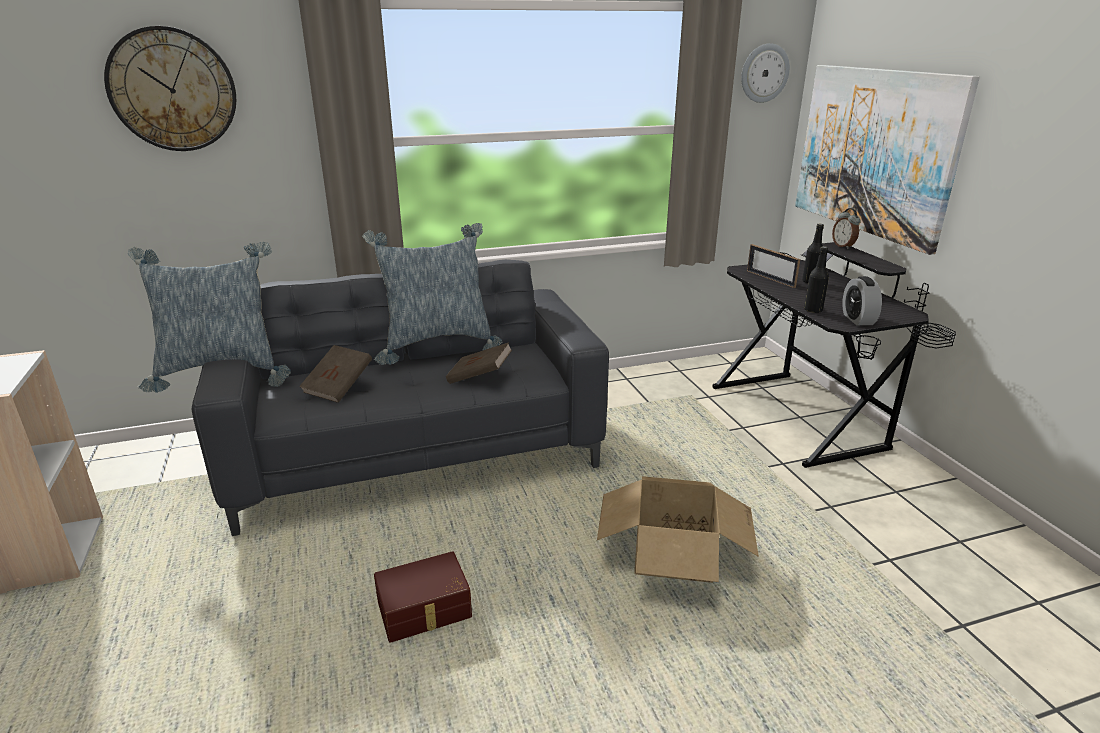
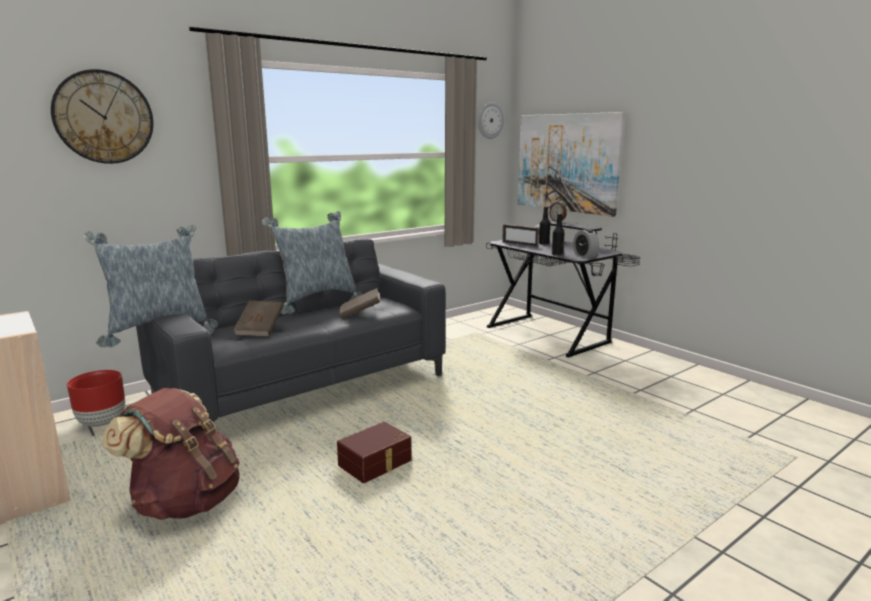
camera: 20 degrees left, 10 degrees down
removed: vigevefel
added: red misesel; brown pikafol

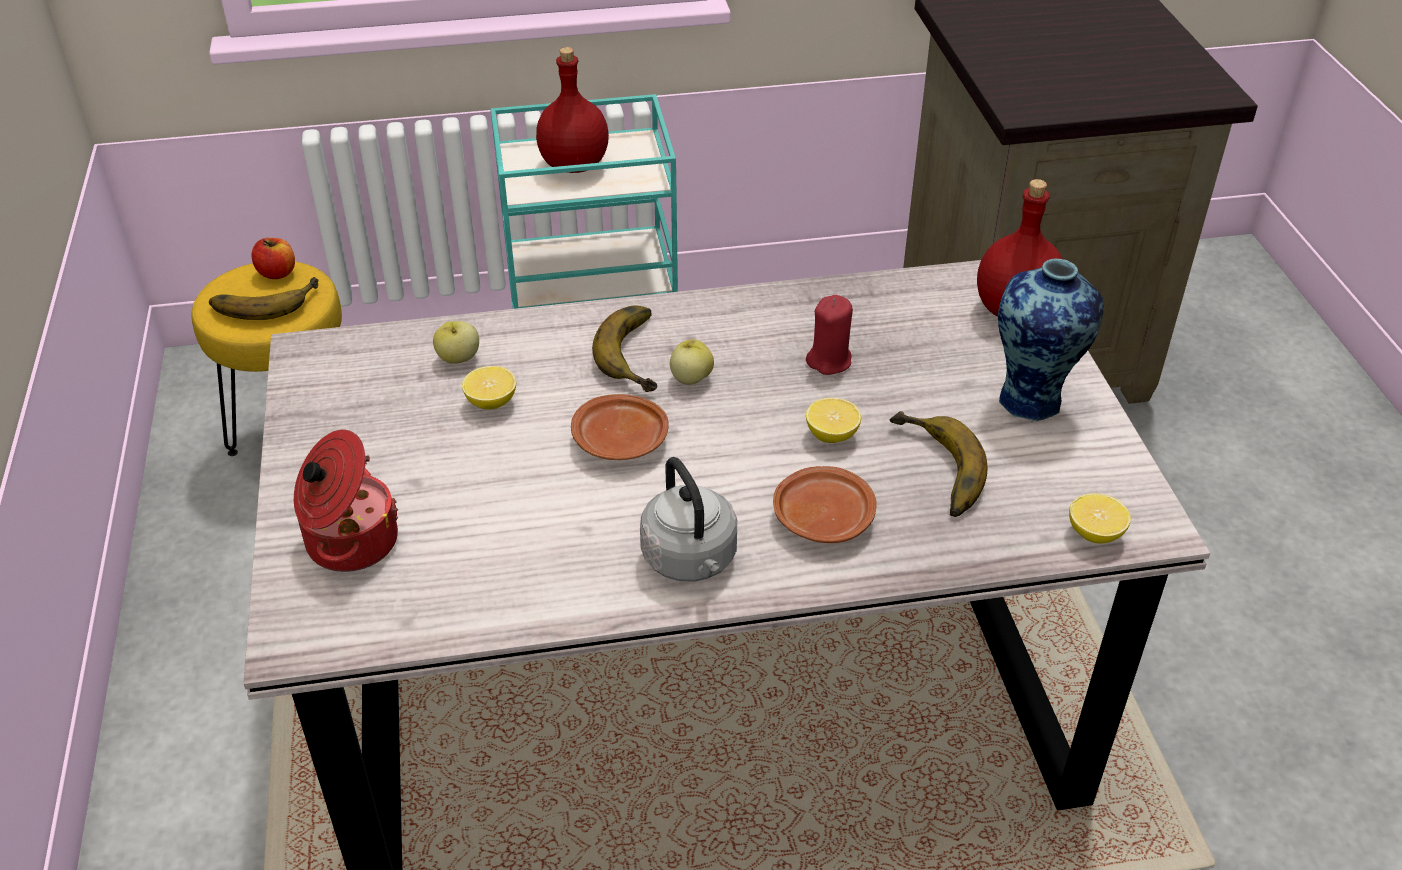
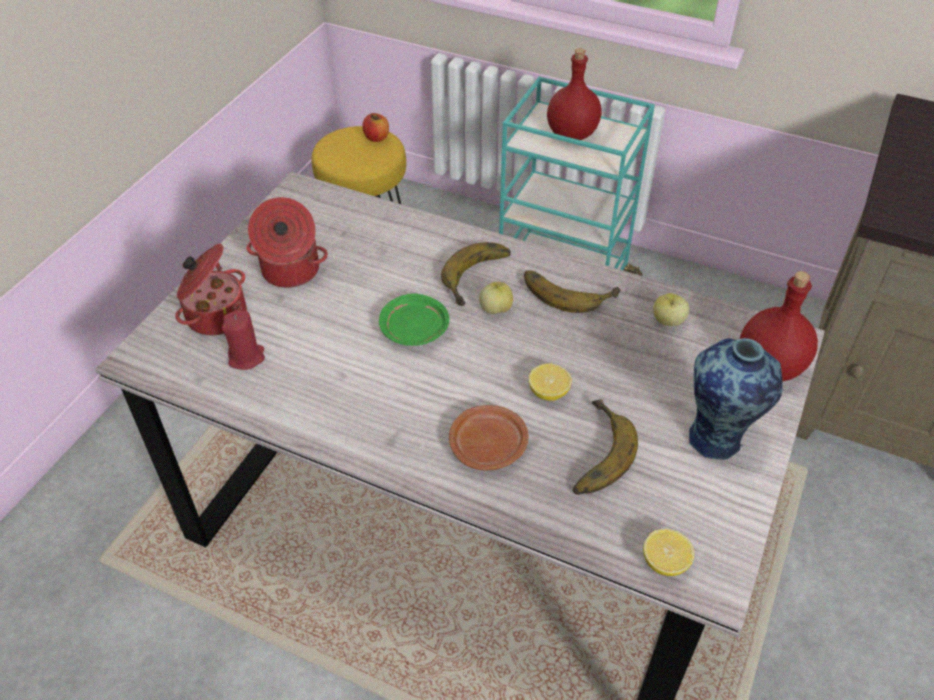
camera: 35 degrees right, 5 degrees up
removed: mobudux (1st from left); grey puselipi
added: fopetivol (2nd from left)
moved: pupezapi (1st from left in the first image) to pupezapi (2nd from left); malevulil (2nd from left in the first image) to malevulil (3rd from left); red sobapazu
recoloured: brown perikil (1st from left) to green perikil

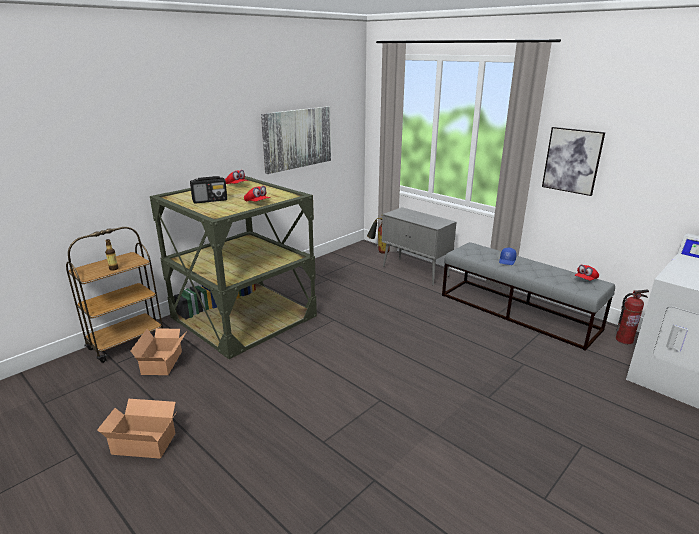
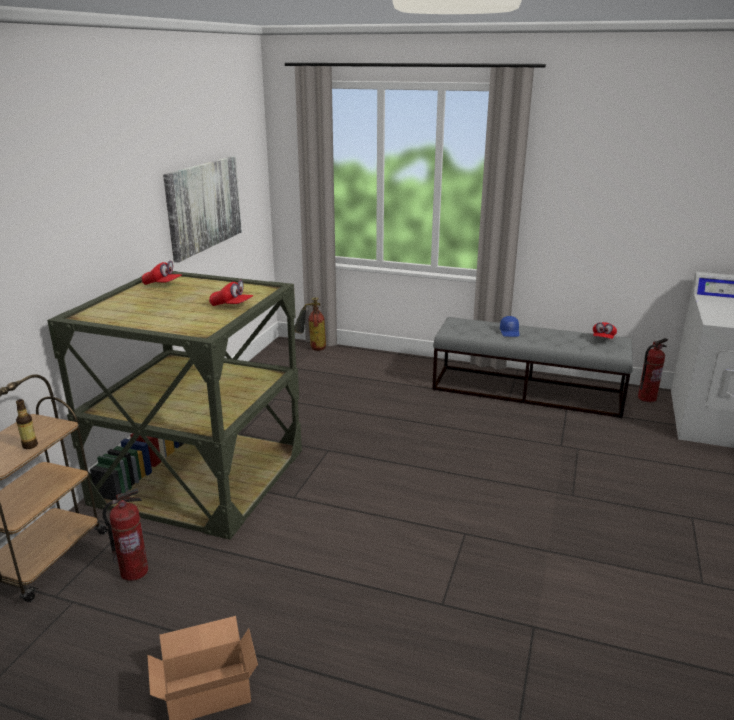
camera: 25 degrees left, 0 degrees up
removed: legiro; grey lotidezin; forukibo (2nd from left)
replaced: vigevefel (2nd from left) to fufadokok (1st from left)

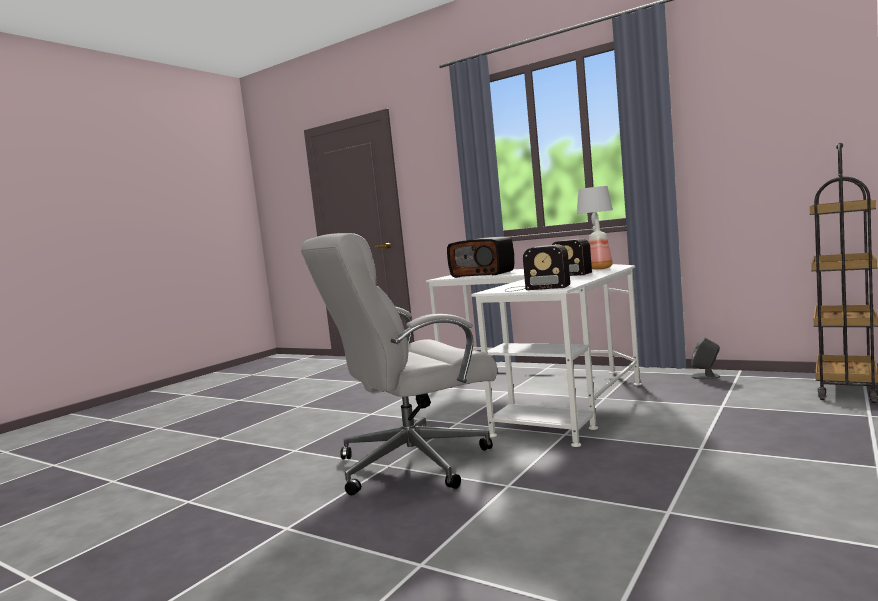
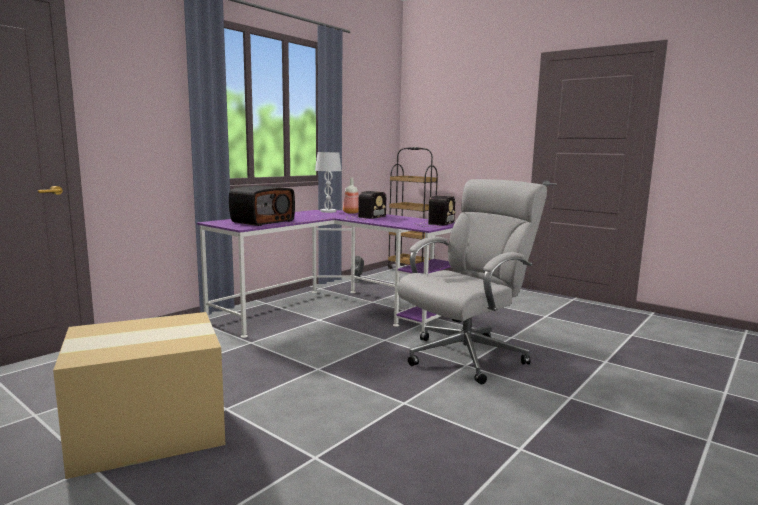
camera: 85 degrees left, 5 degrees up
added: vigevefel
recoloured: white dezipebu to purple dezipebu
turned: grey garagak 105 degrees counterclockwise

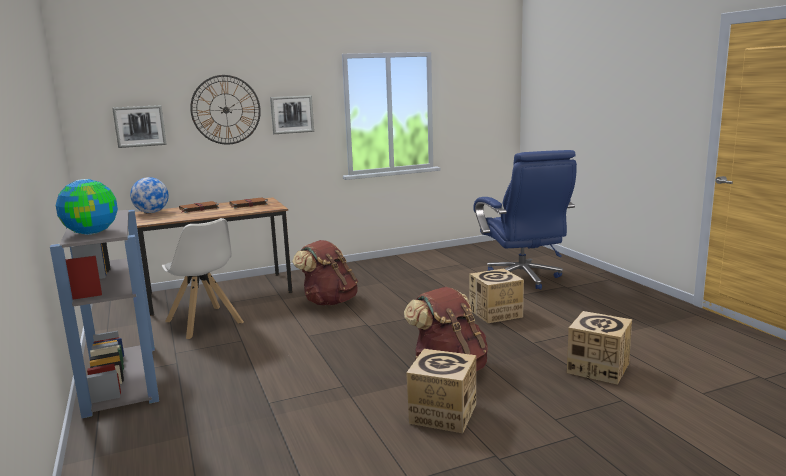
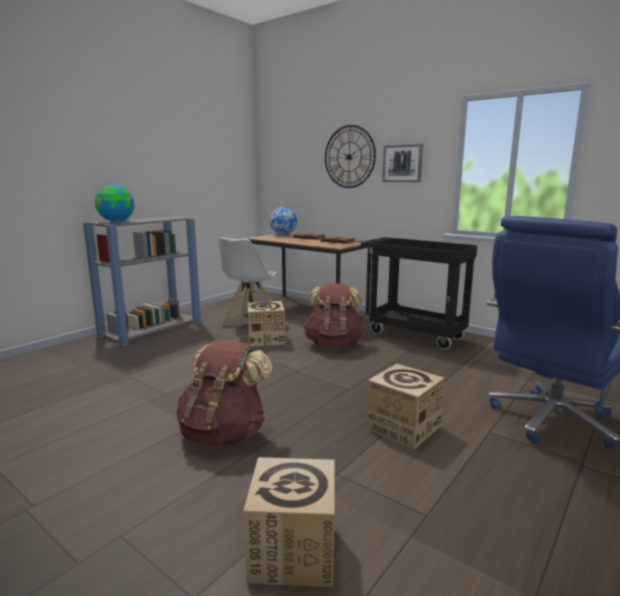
camera: 60 degrees right, 0 degrees up
removed: forukibo (1st from left)
added: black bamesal
moved: vigevefel (1st from left)

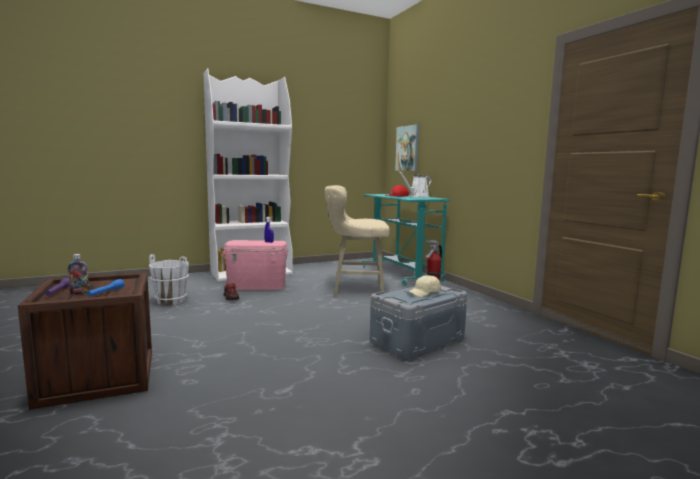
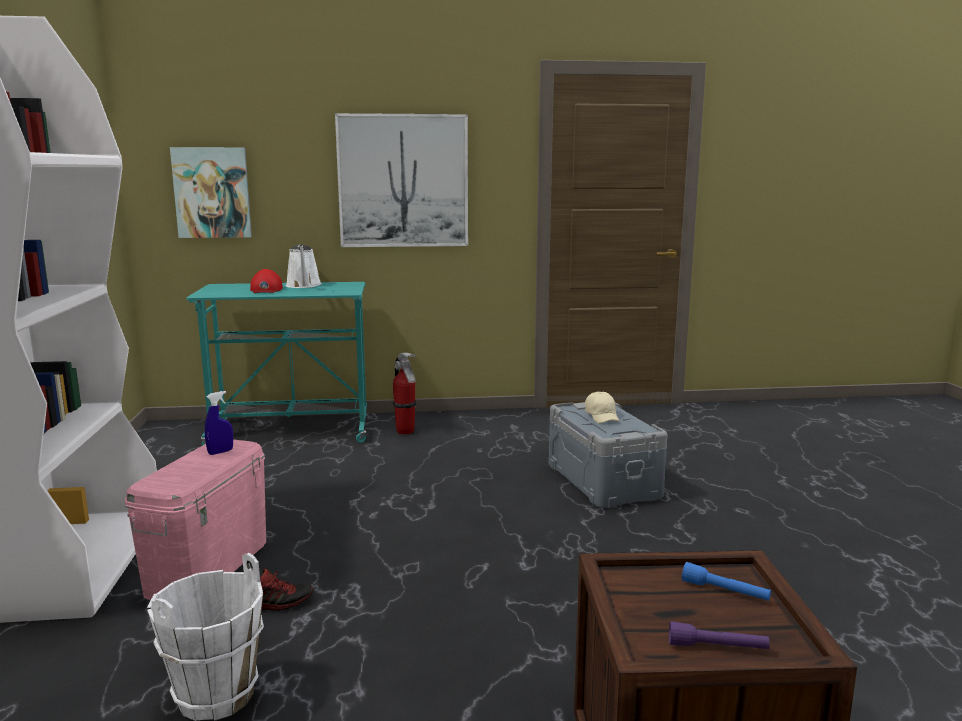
camera: 70 degrees left, 5 degrees up
removed: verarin; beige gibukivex
added: forukibo (2nd from left)

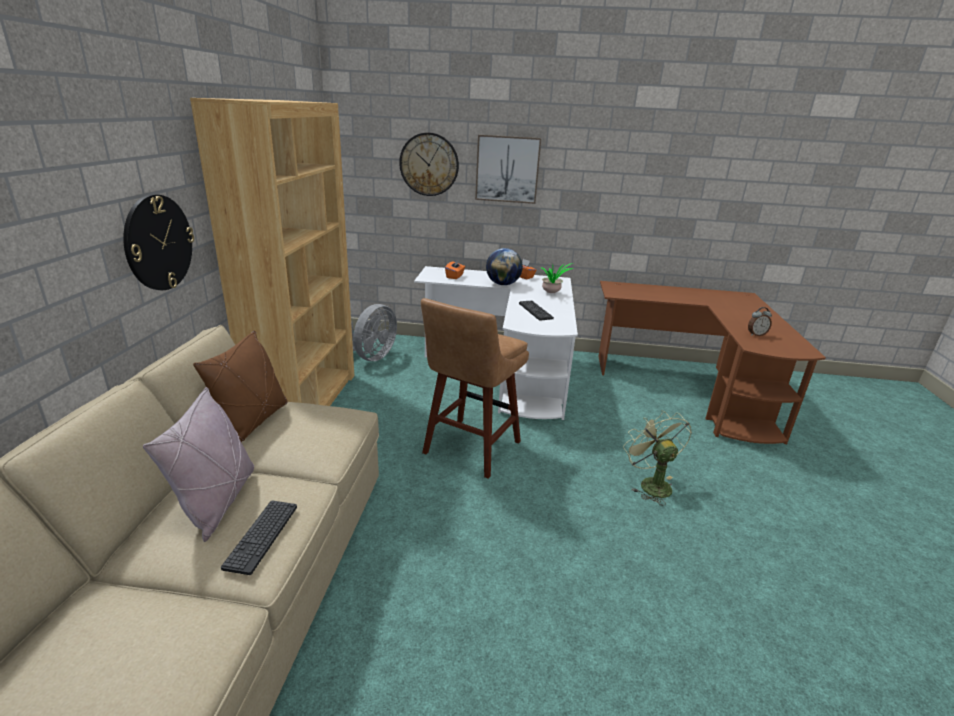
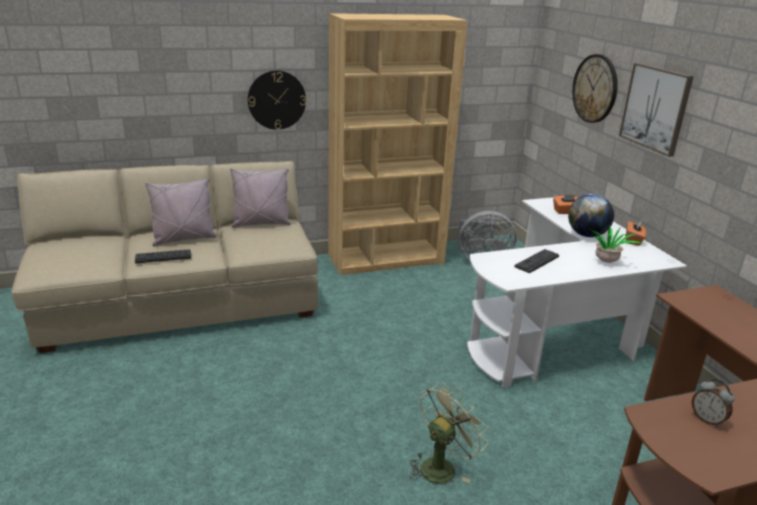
camera: 65 degrees right, 0 degrees up
removed: brown gibukivex
recoloured: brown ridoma to purple ridoma (2nd from left)

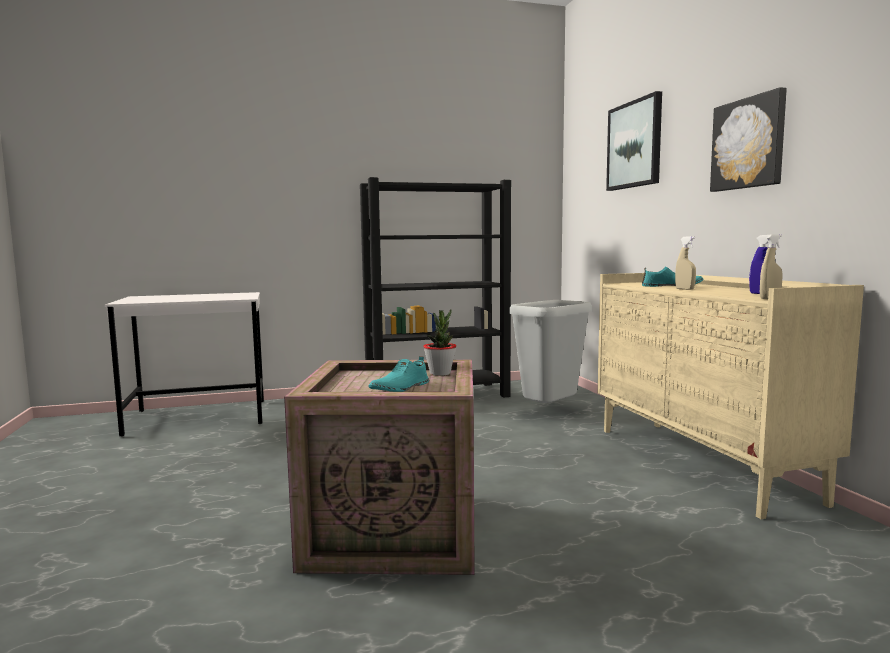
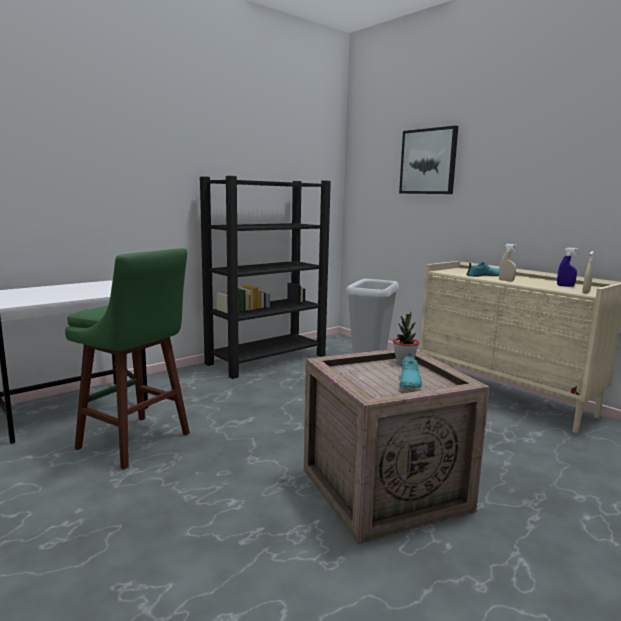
camera: 25 degrees left, 5 degrees up
removed: forukibo (2nd from left)
added: green gibukivex

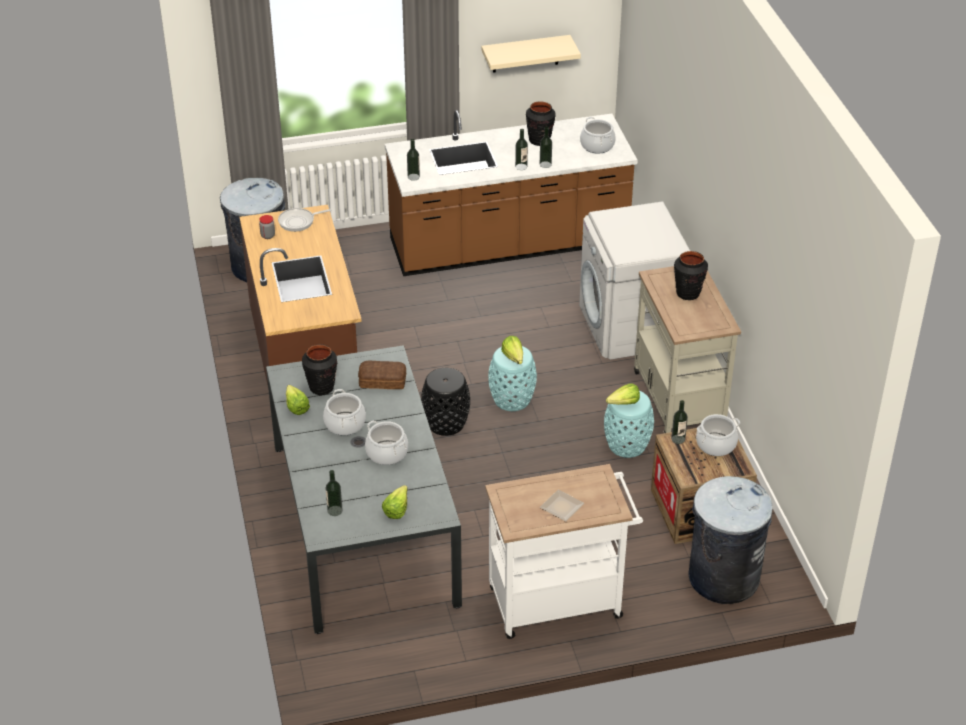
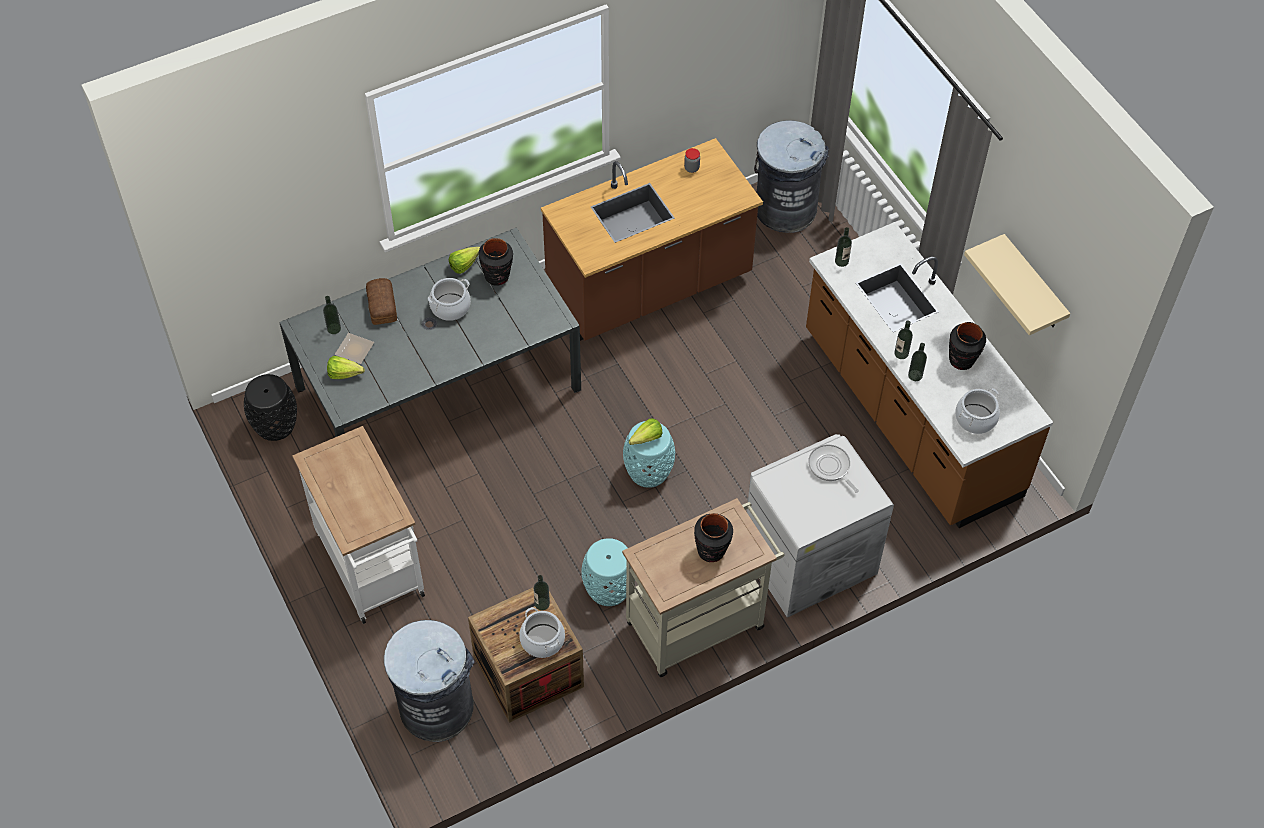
camera: 75 degrees right, 15 degrees up
removed: fopetivol (2nd from left); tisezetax (4th from left)
moved: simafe; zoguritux; black gibukivex; perikil

